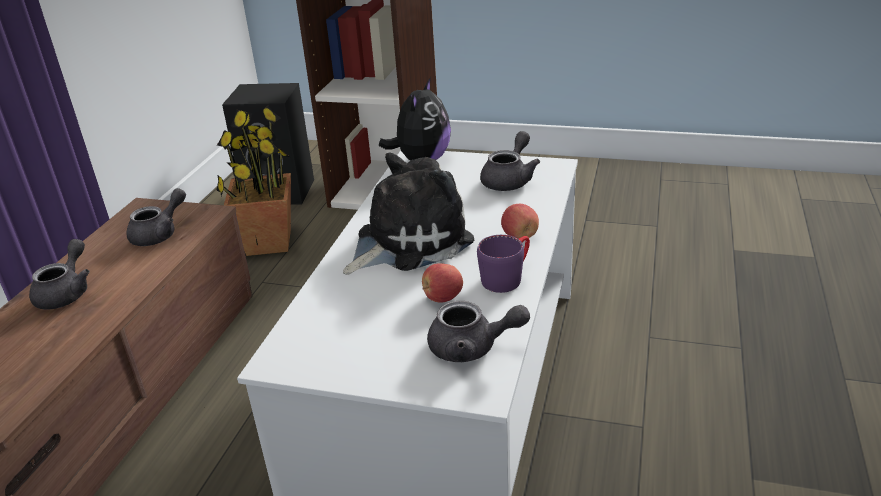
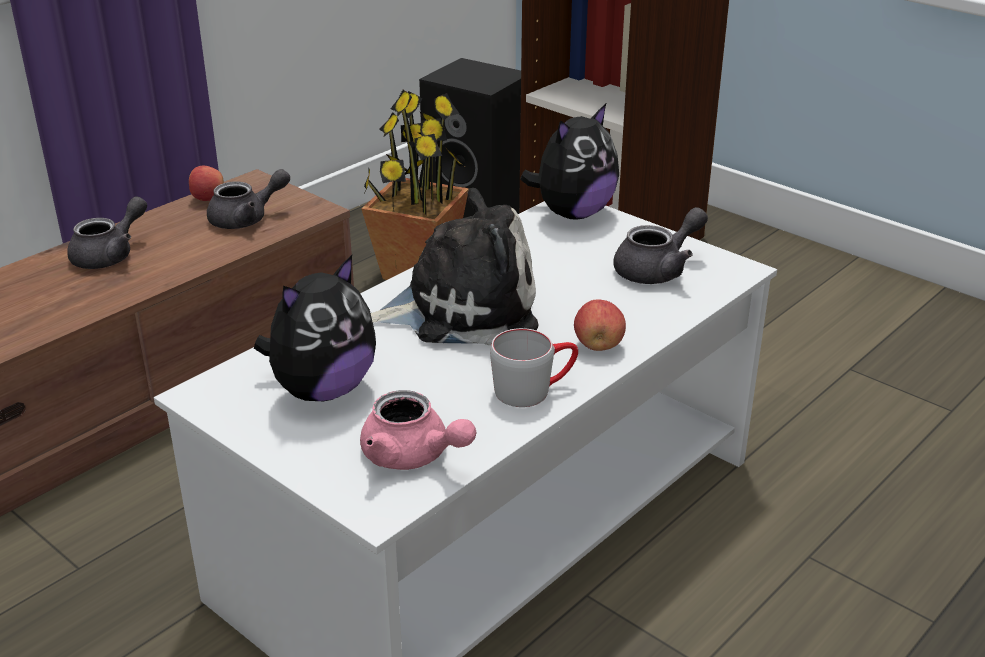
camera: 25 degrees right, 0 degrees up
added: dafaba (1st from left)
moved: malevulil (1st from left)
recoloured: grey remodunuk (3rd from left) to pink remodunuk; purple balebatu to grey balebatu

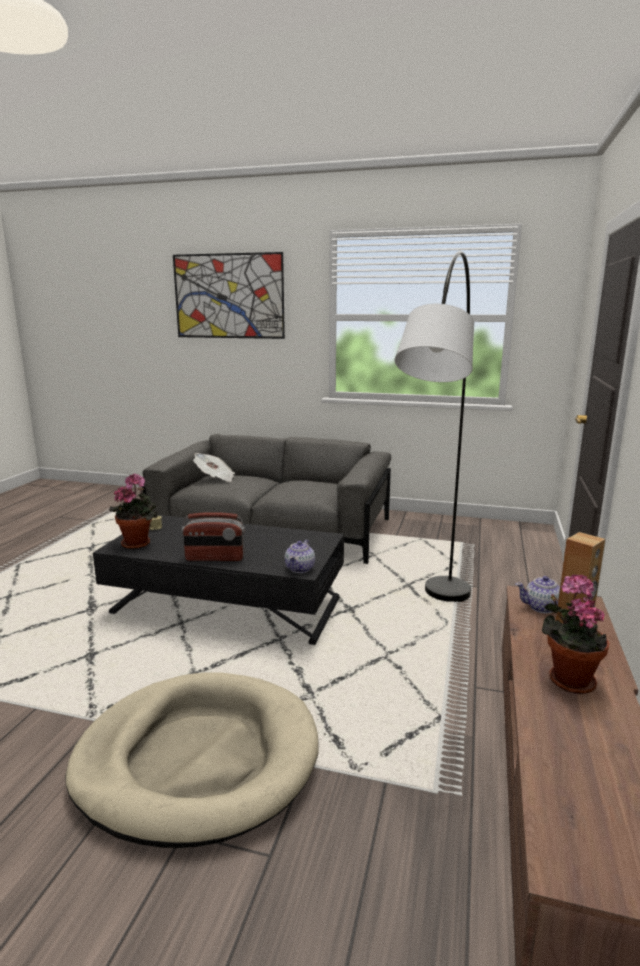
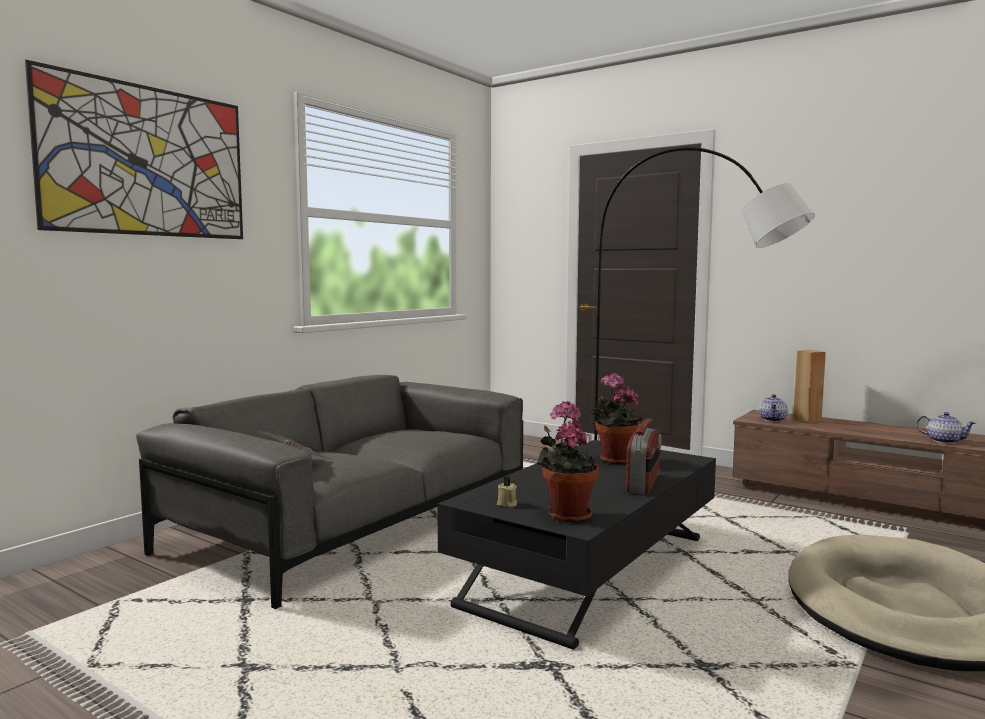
camera: 70 degrees left, 10 degrees down
moved: remodunuk (1st from left in the first image) to remodunuk (2nd from left); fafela (2nd from left)

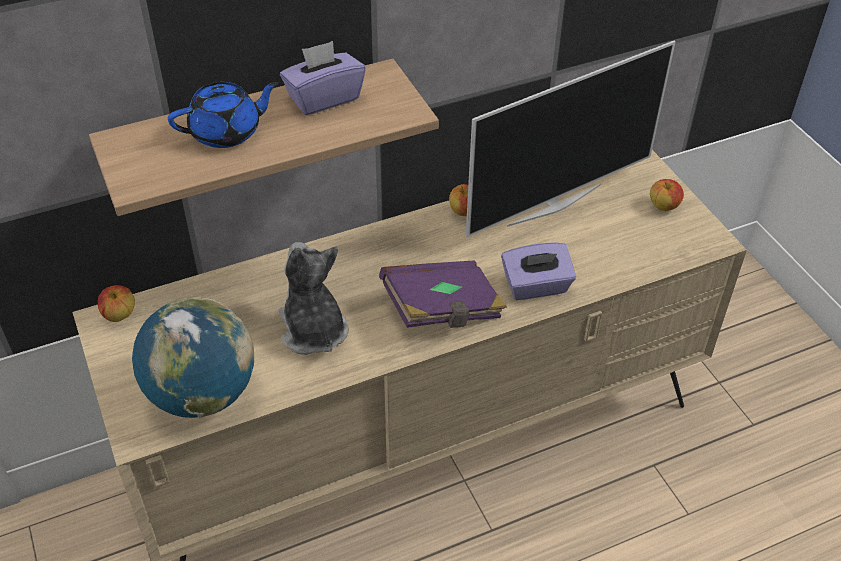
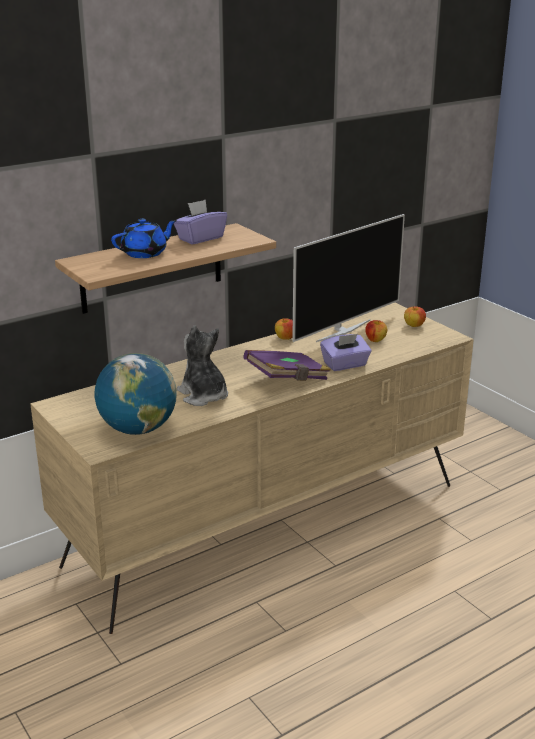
camera: 10 degrees left, 20 degrees down
moved: malevulil (1st from left in the first image) to malevulil (2nd from left)

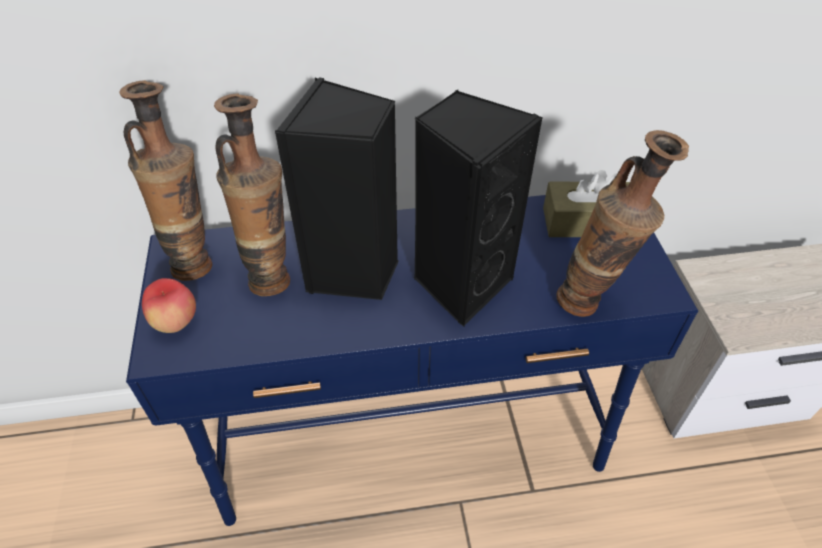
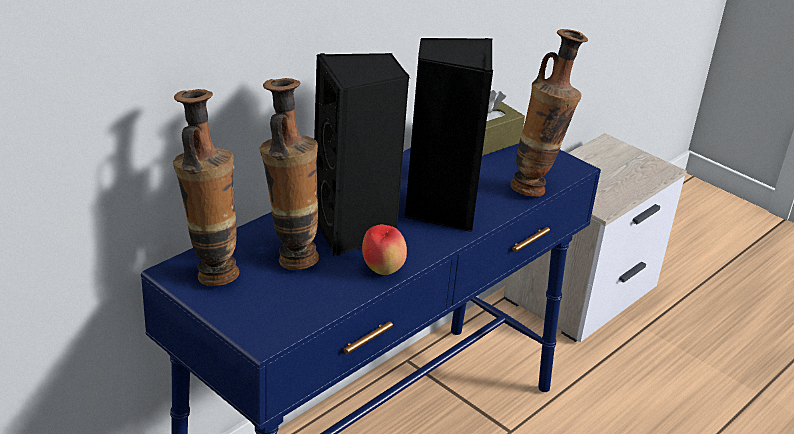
camera: 40 degrees left, 15 degrees down
moved: malevulil

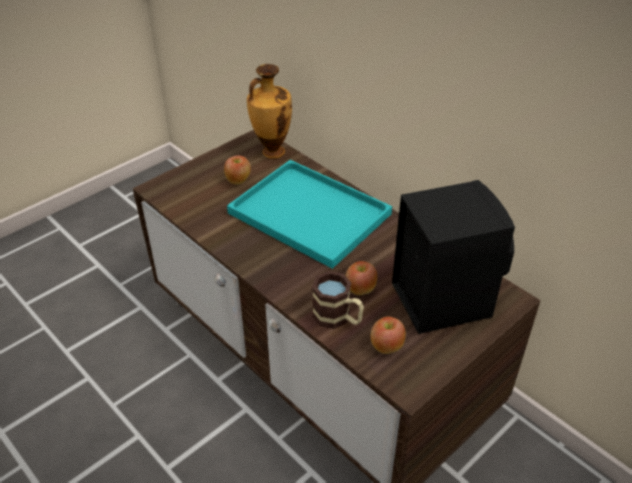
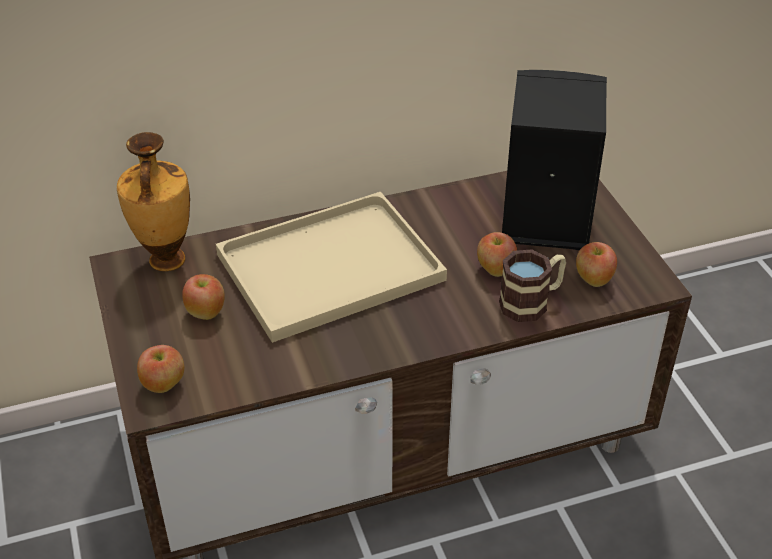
camera: 65 degrees left, 0 degrees up
added: malevulil (1st from left)
recoloured: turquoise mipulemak to beige mipulemak

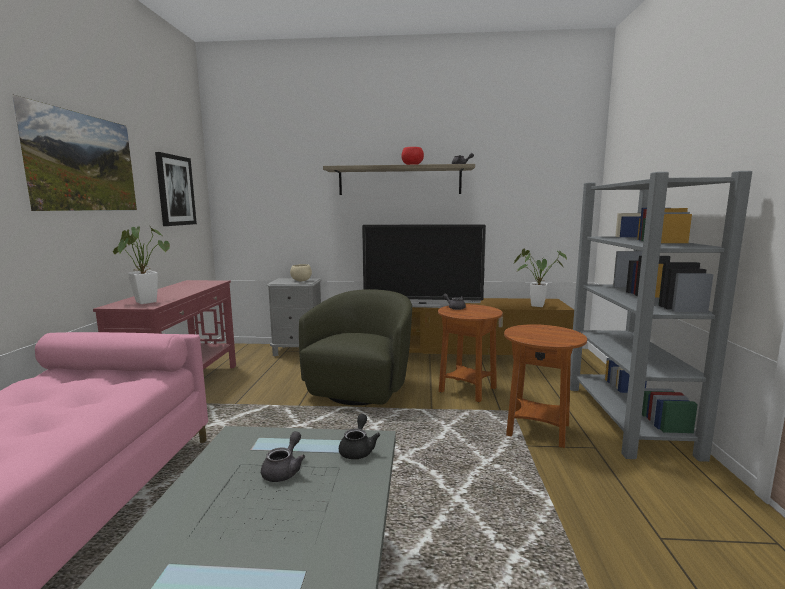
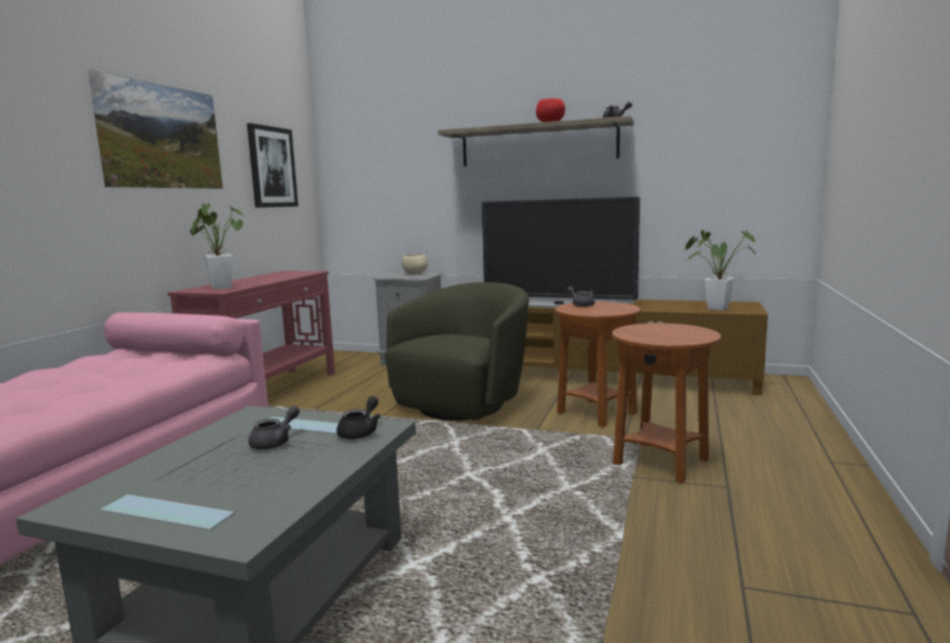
camera: 15 degrees right, 0 degrees up
removed: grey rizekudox

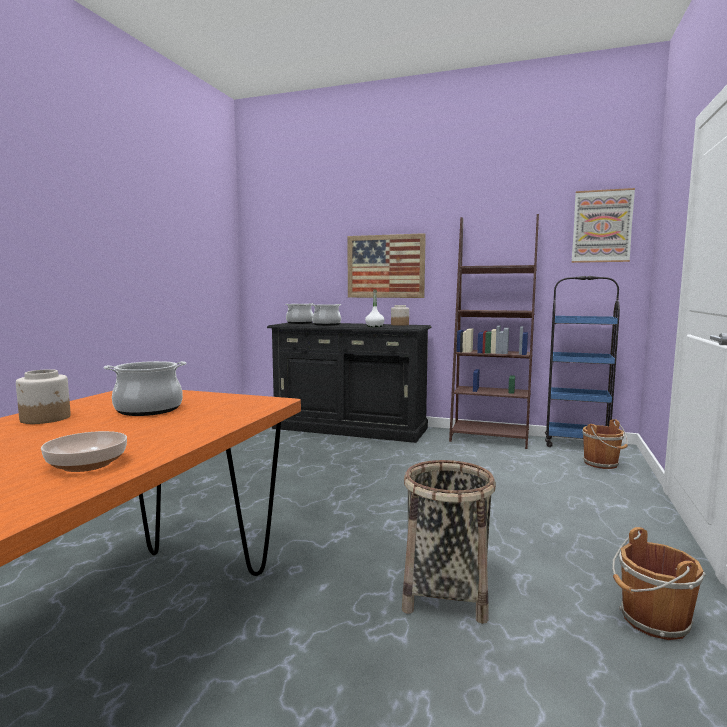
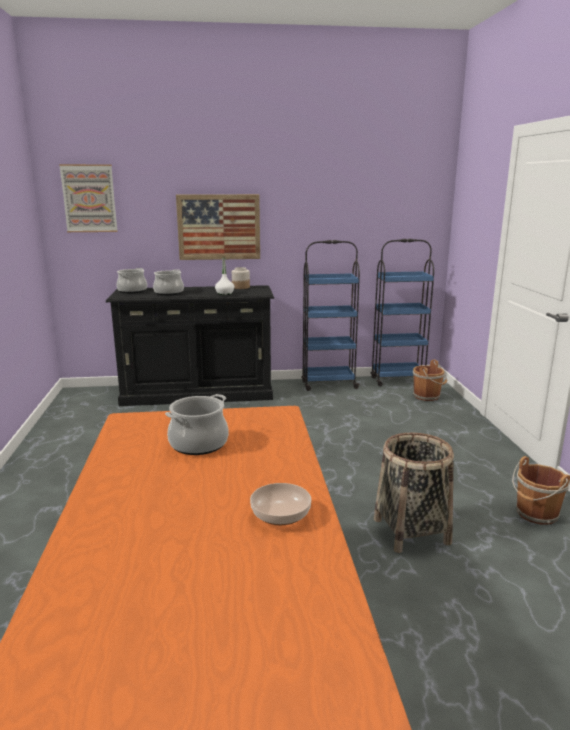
camera: 25 degrees left, 10 degrees up
removed: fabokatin (1st from left)
moved: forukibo (2nd from left in the first image) to forukibo (1st from left)
replaced: brown rizekudox to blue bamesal (1st from left)

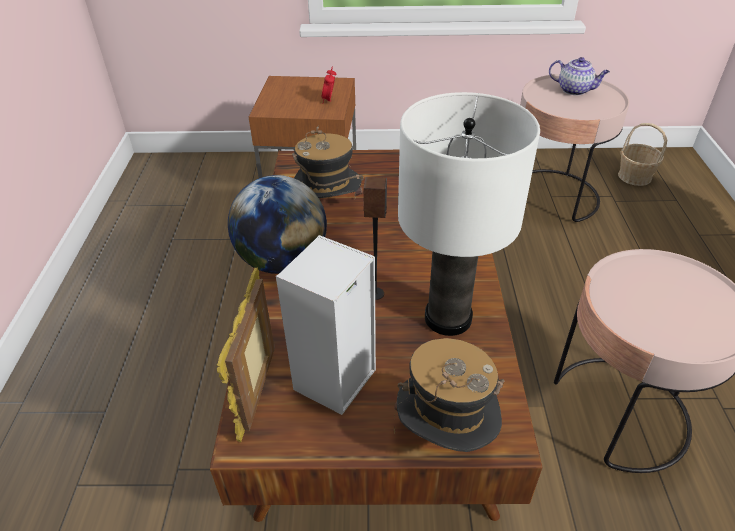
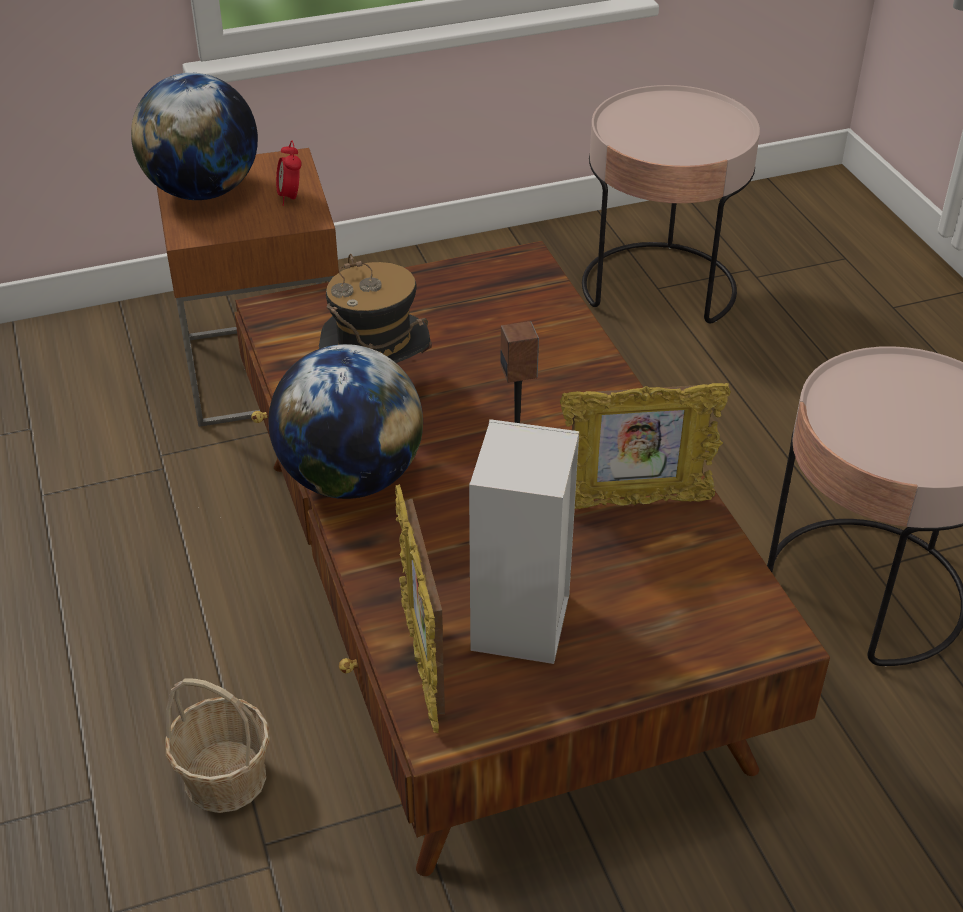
camera: 20 degrees left, 0 degrees up
removed: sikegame (2nd from left); remodunuk
added: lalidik (1st from left)
moved: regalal
replaced: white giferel to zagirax (2nd from left)

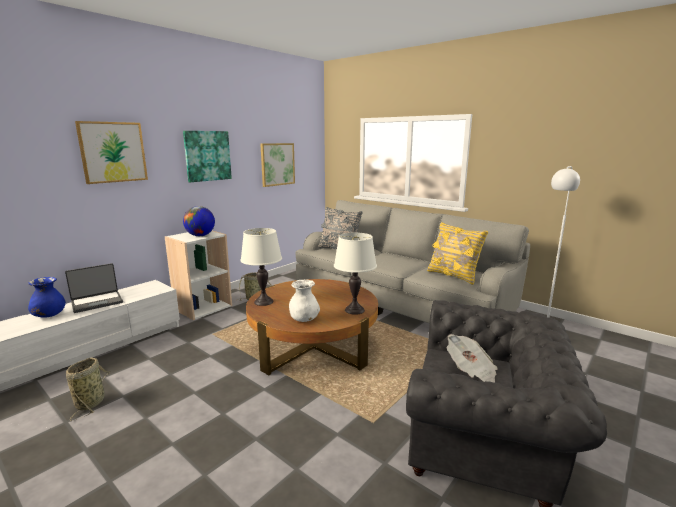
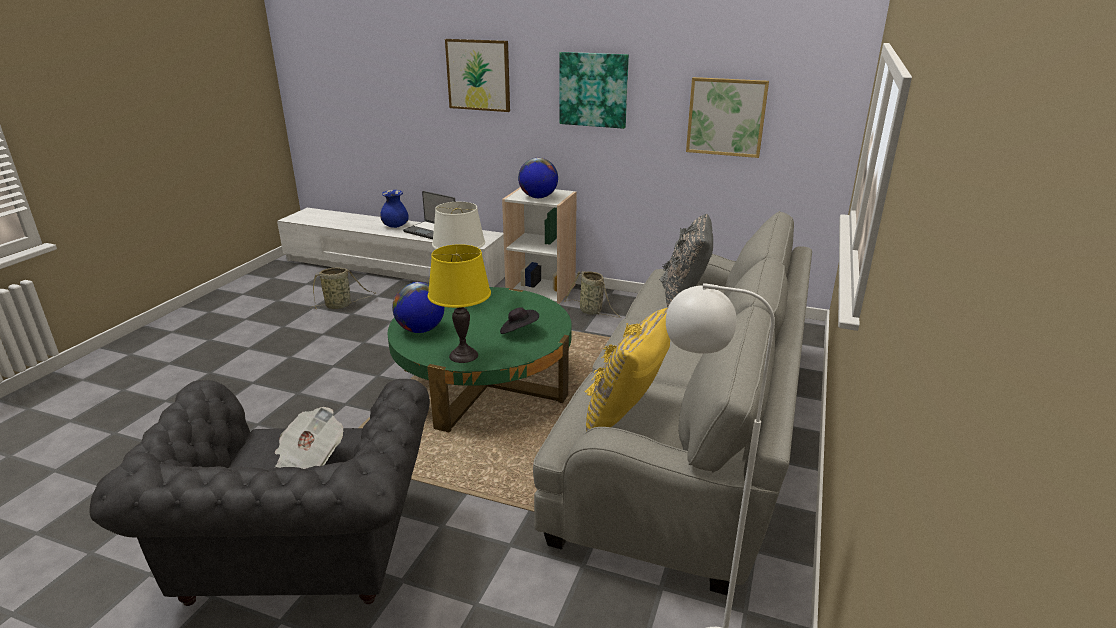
camera: 70 degrees right, 10 degrees up
added: black sikegame
replaced: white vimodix to lalidik (1st from left)
recoloured: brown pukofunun to green pukofunun; white giferel (2nd from left) to yellow giferel

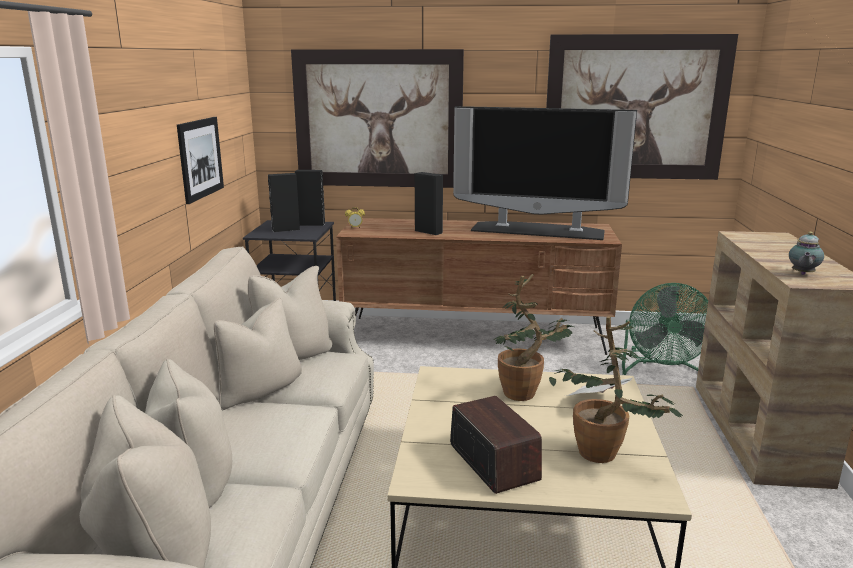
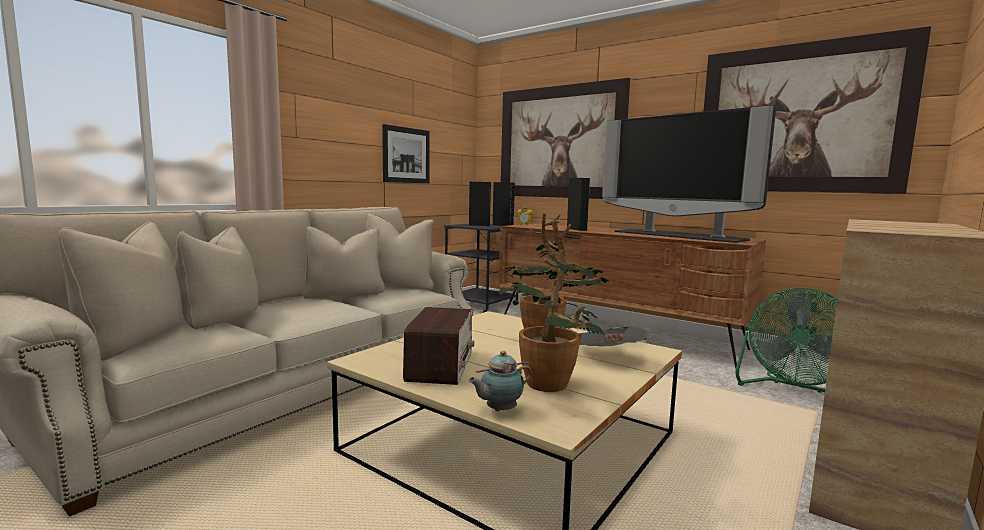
camera: 30 degrees right, 10 degrees down
moved: remodunuk

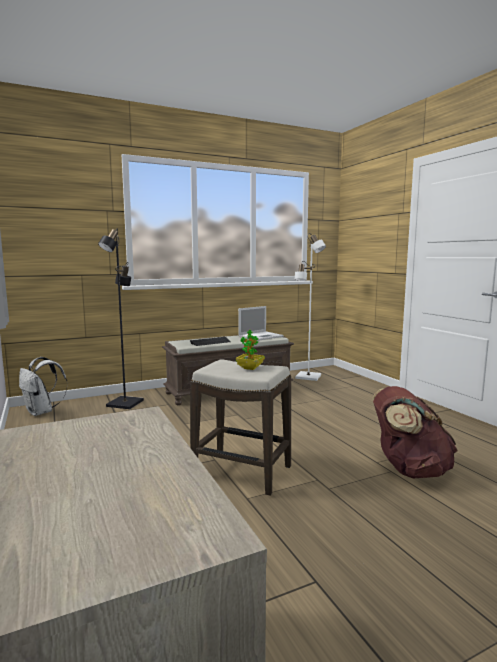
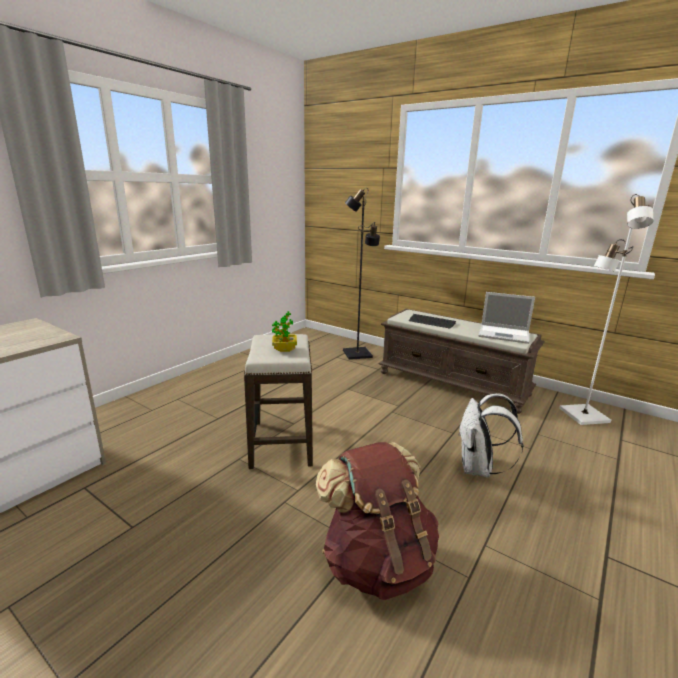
camera: 60 degrees right, 10 degrees up
moved: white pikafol

